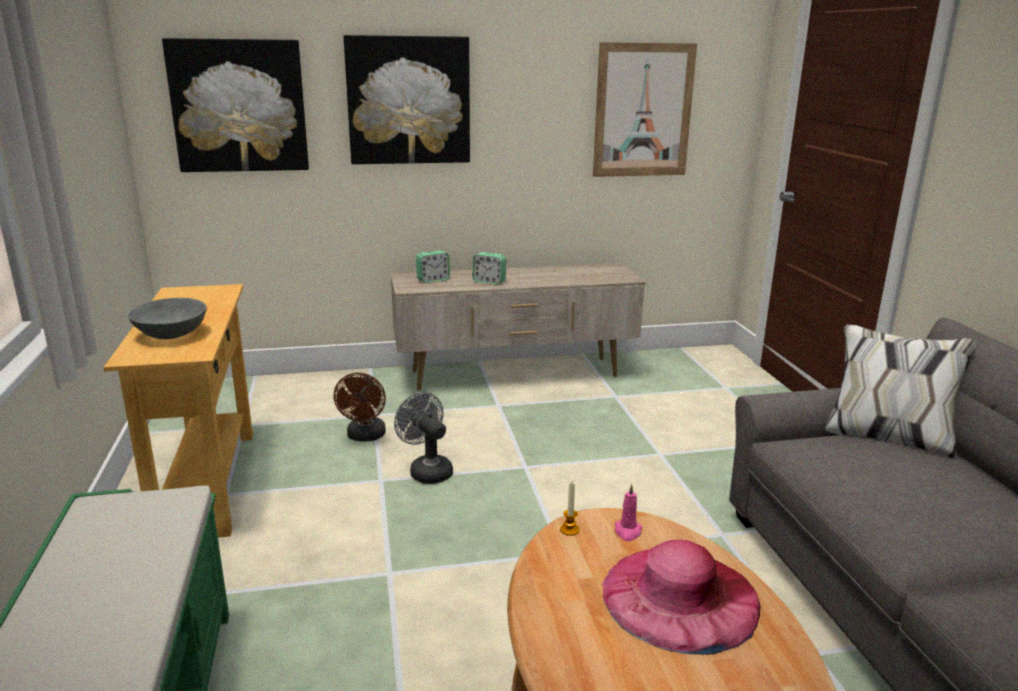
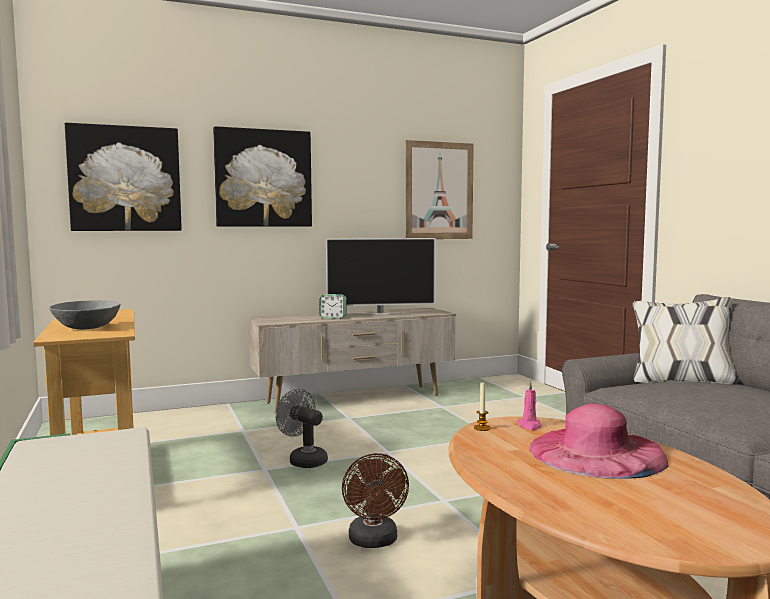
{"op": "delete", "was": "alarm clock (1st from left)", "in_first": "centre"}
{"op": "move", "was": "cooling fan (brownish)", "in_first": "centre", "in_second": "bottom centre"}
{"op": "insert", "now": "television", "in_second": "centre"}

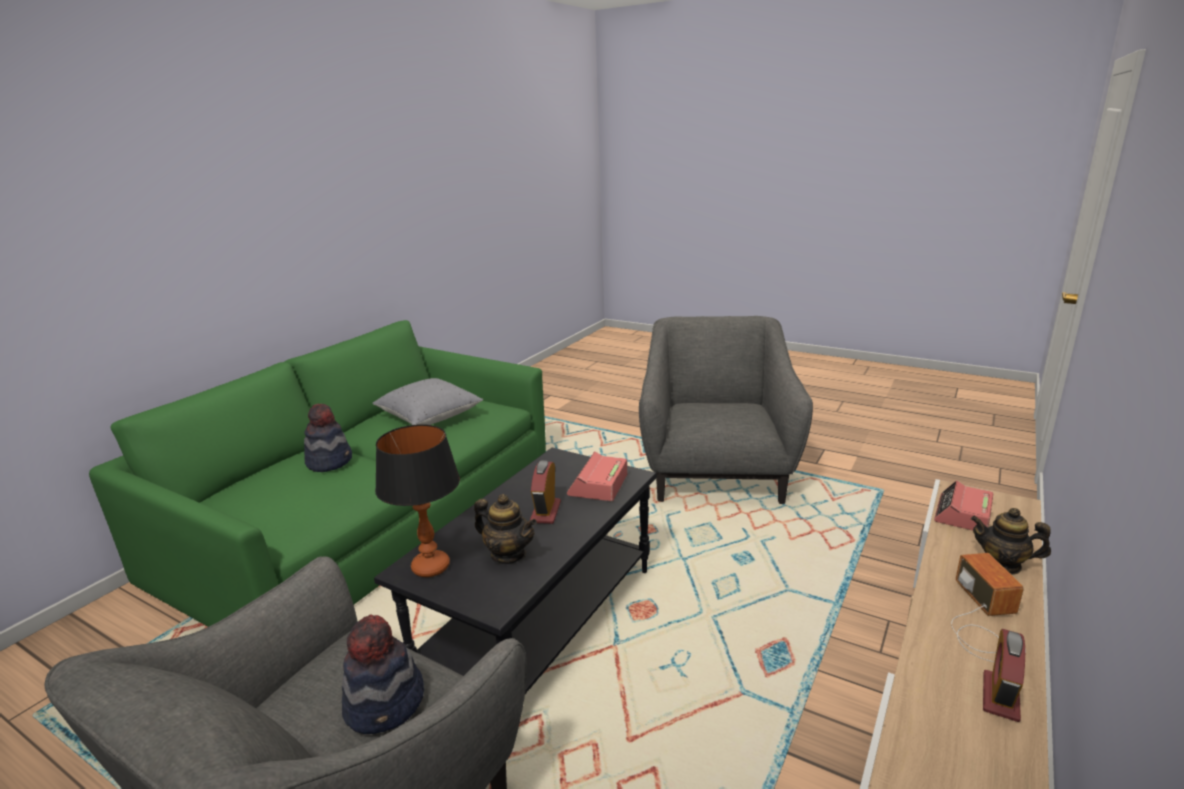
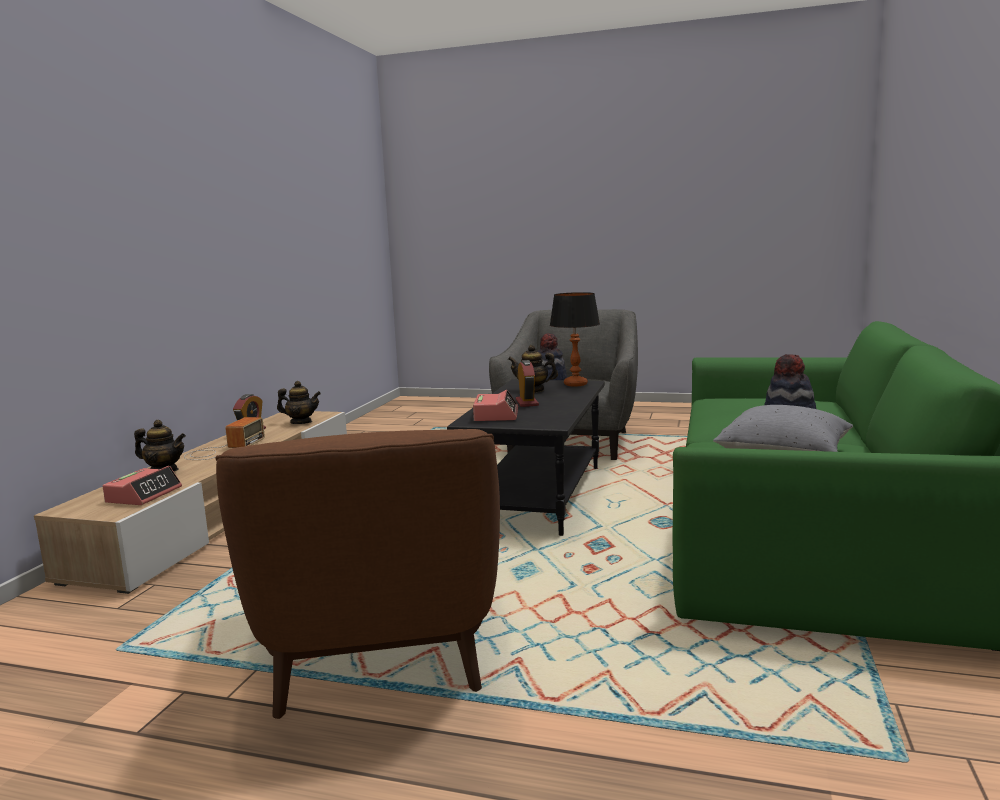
{"op": "recolor", "was": "lounge chair (gray) (2nd from left)", "now": "lounge chair (brownish)", "in_first": "centre", "in_second": "bottom centre"}
{"op": "rotate", "was": "radio set", "in_first": "bottom right", "in_second": "middle left", "clockwise": -150}
{"op": "insert", "now": "pot for tea (2nd from left)", "in_second": "middle left"}

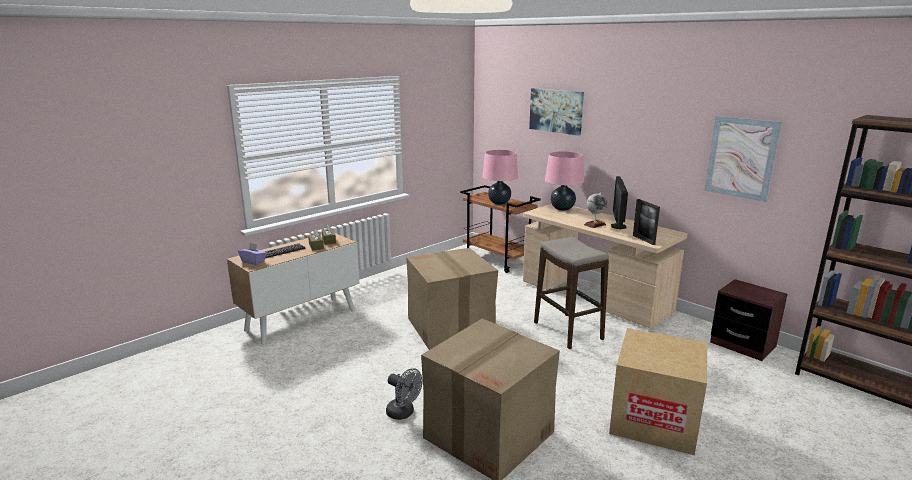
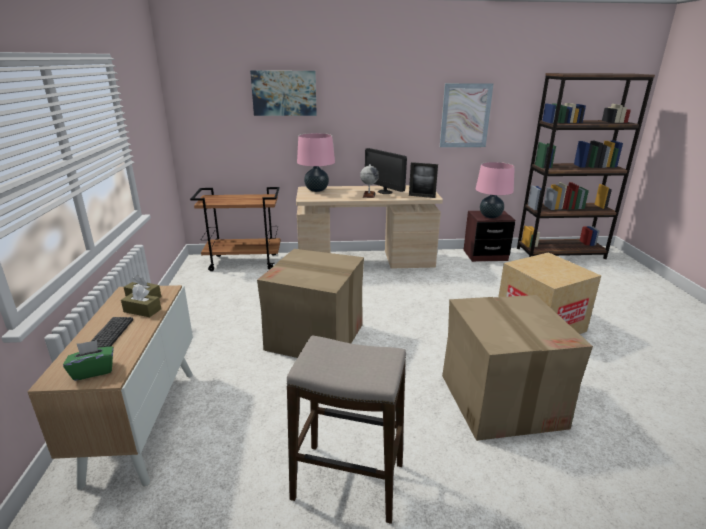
{"op": "move", "was": "lamp for a table (pink-coloured) (1st from left in the first image)", "now": "lamp for a table (pink-coloured) (2nd from left)", "in_first": "centre", "in_second": "middle right"}
{"op": "move", "was": "stool", "in_first": "centre", "in_second": "bottom centre"}
{"op": "recolor", "was": "box of tissues (purple)", "now": "box of tissues (green-coloured)", "in_first": "middle left", "in_second": "bottom left"}
{"op": "delete", "was": "cooling fan (gray)", "in_first": "bottom centre"}

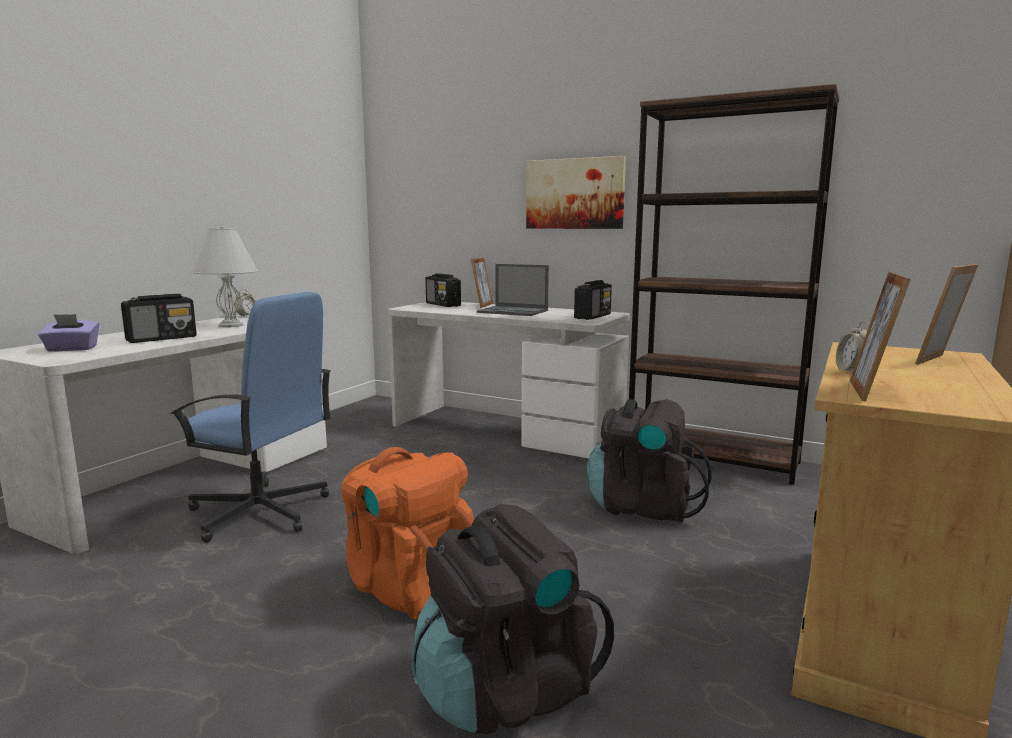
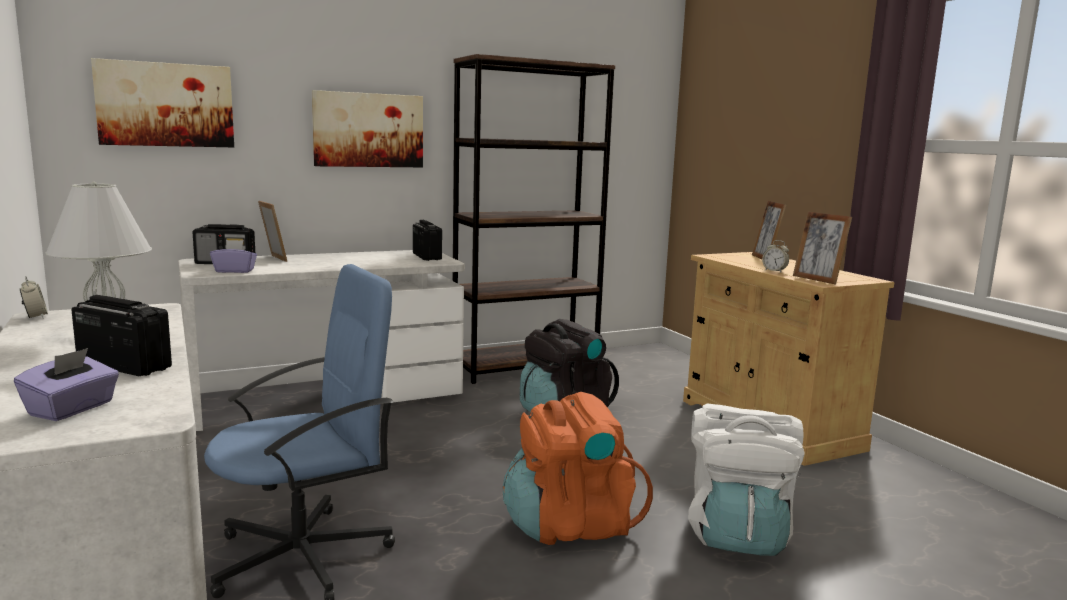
{"op": "delete", "was": "laptop", "in_first": "centre"}
{"op": "rotate", "was": "radio set (1st from left)", "in_first": "middle left", "in_second": "middle left", "clockwise": -60}
{"op": "recolor", "was": "rucksack (blackish) (1st from left)", "now": "rucksack (whitish)", "in_first": "bottom centre", "in_second": "bottom right"}
{"op": "insert", "now": "wall art (1st from left)", "in_second": "top left"}
{"op": "insert", "now": "box of tissues (purple) (2nd from left)", "in_second": "middle left"}

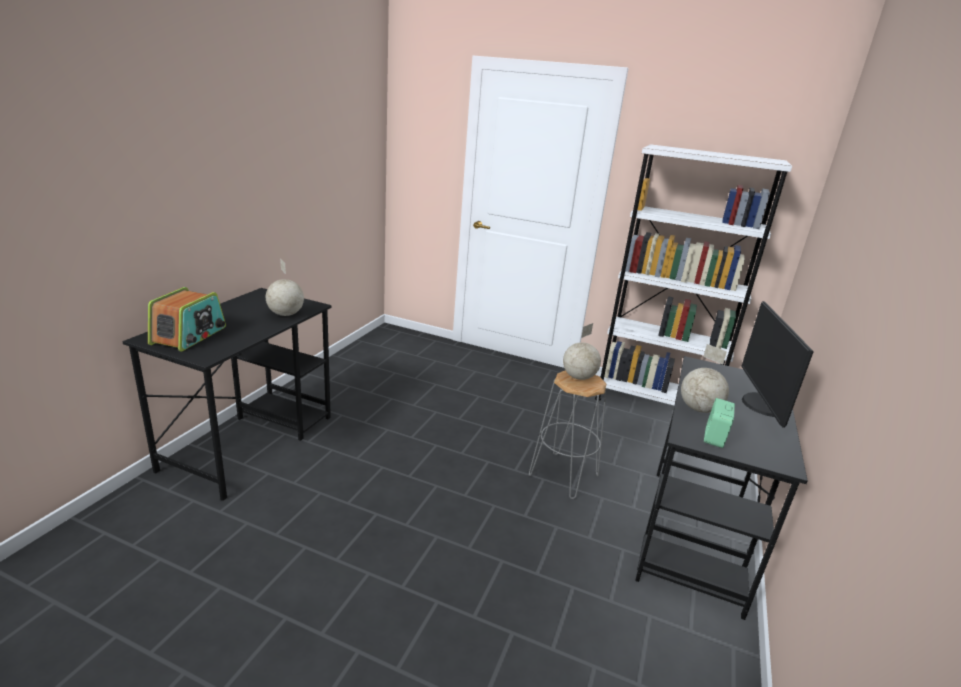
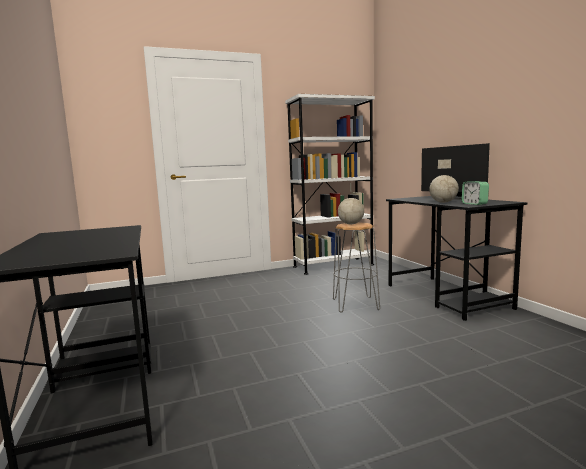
{"op": "delete", "was": "globe (1st from left)", "in_first": "middle left"}
{"op": "delete", "was": "radio set", "in_first": "middle left"}

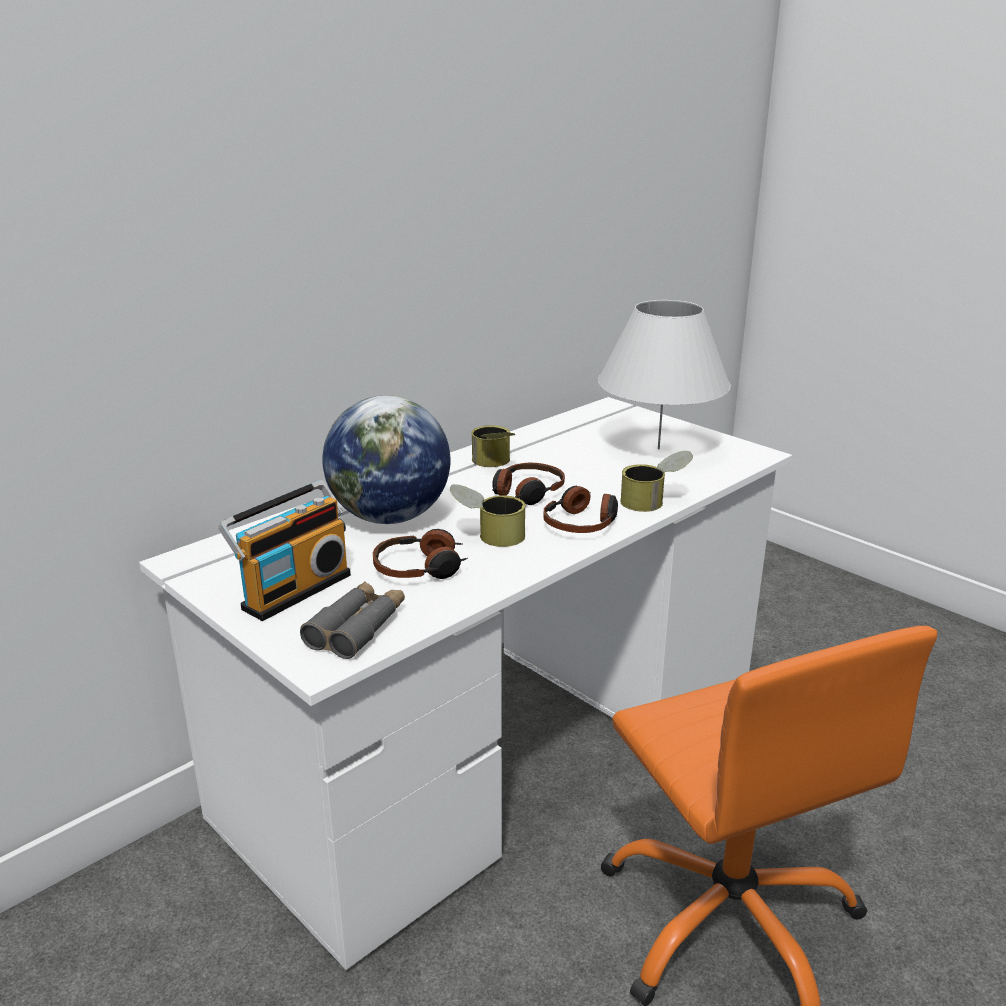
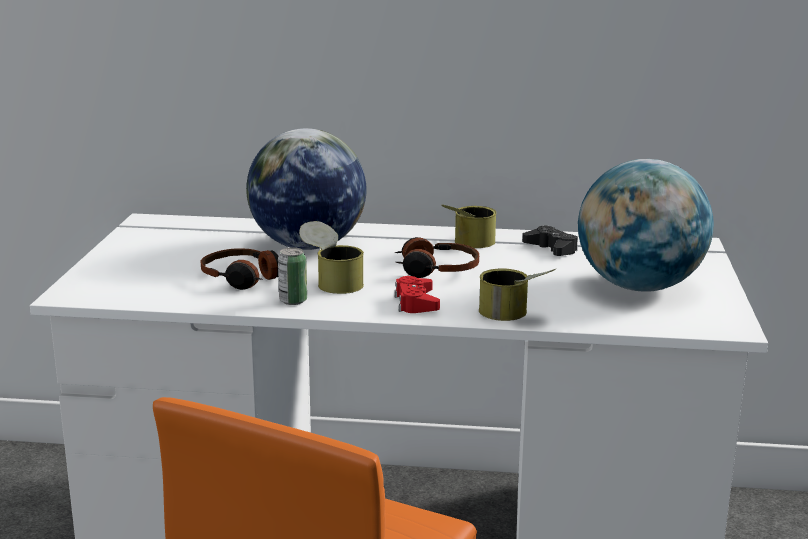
{"op": "replace", "was": "lamp for a table (whitish)", "now": "globe (2nd from left)", "in_first": "centre", "in_second": "middle right"}
{"op": "delete", "was": "radio set", "in_first": "middle left"}
{"op": "replace", "was": "headphones (3rd from left)", "now": "gamepad (red)", "in_first": "centre", "in_second": "centre"}
{"op": "delete", "was": "binoculars (gray)", "in_first": "centre"}
{"op": "insert", "now": "gamepad (blackish)", "in_second": "middle right"}
{"op": "insert", "now": "metal can (1st from left)", "in_second": "centre"}

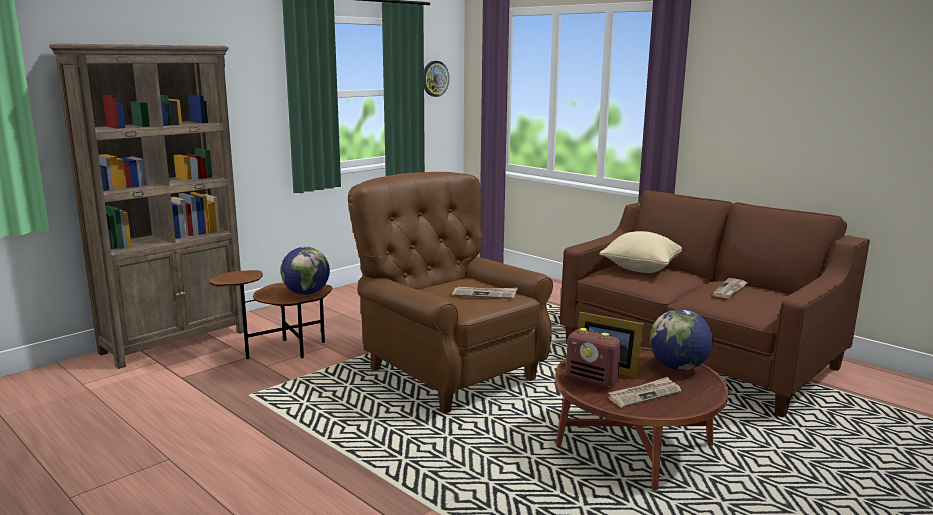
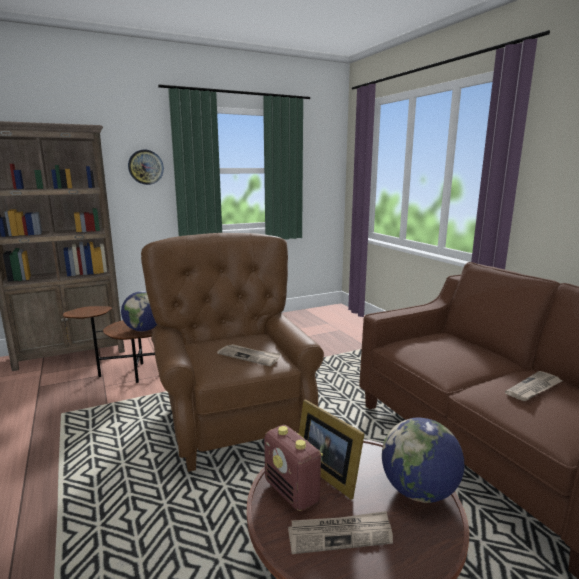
{"op": "move", "was": "clock on the wall", "in_first": "top centre", "in_second": "top left"}
{"op": "delete", "was": "cushion (beige)", "in_first": "middle right"}

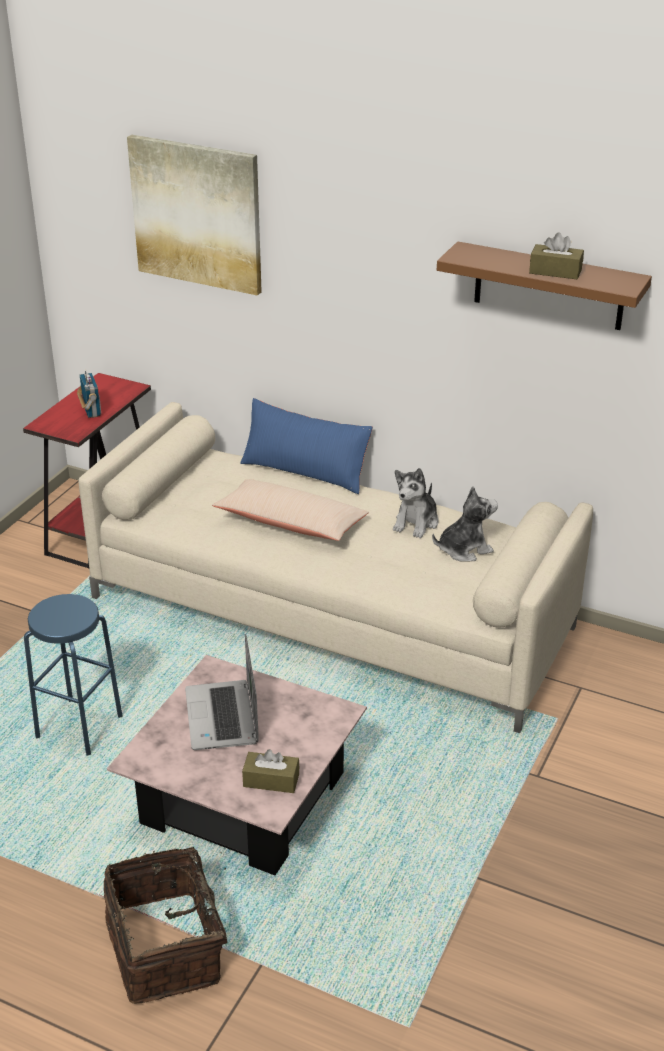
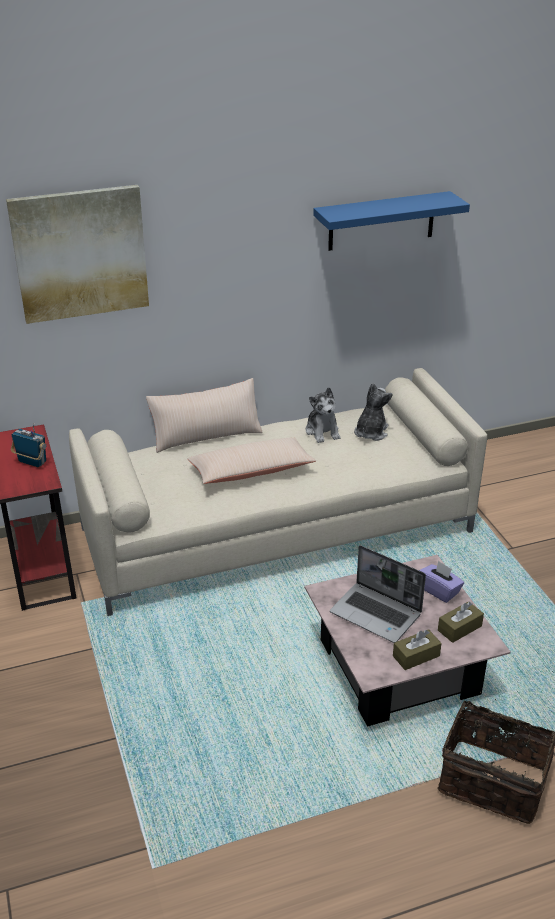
{"op": "move", "was": "box of tissues (brownish) (2nd from left in the first image)", "now": "box of tissues (brownish) (1st from left)", "in_first": "top right", "in_second": "bottom right"}
{"op": "recolor", "was": "shelf (brownish)", "now": "shelf (blue-coloured)", "in_first": "top right", "in_second": "top right"}
{"op": "recolor", "was": "cushion (blue-coloured)", "now": "cushion (beige) (1st from left)", "in_first": "centre", "in_second": "centre"}
{"op": "delete", "was": "stool (blue-coloured)", "in_first": "middle left"}
{"op": "insert", "now": "box of tissues (purple)", "in_second": "middle right"}

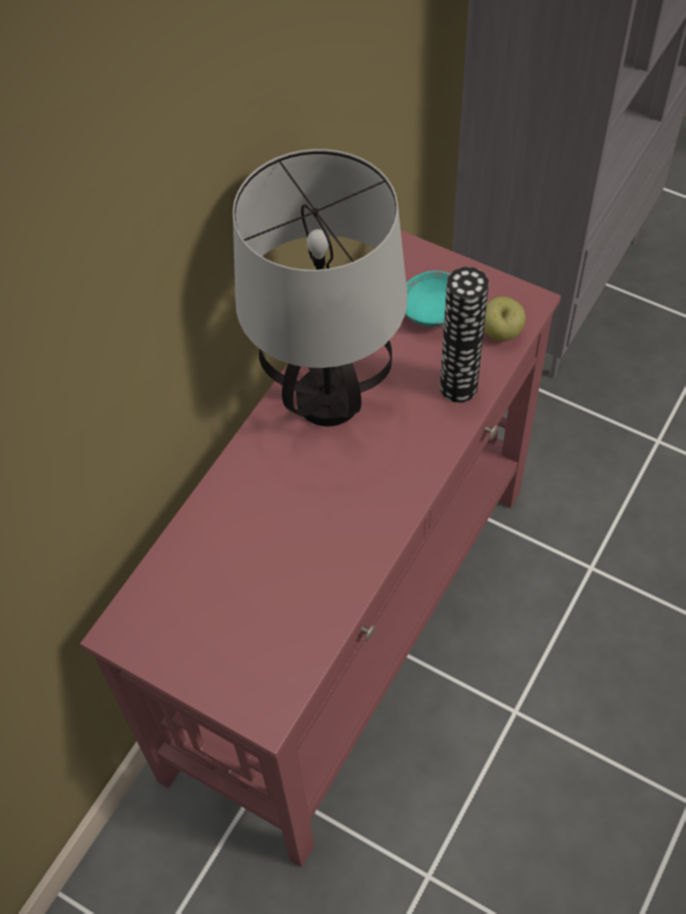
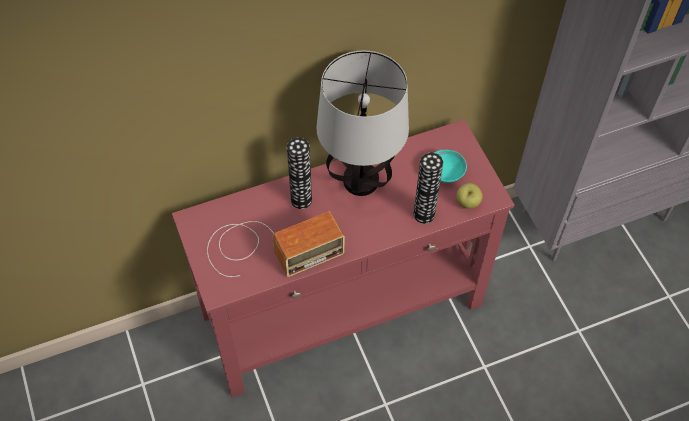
{"op": "insert", "now": "flower vase (1st from left)", "in_second": "centre"}
{"op": "insert", "now": "radio set", "in_second": "centre"}

